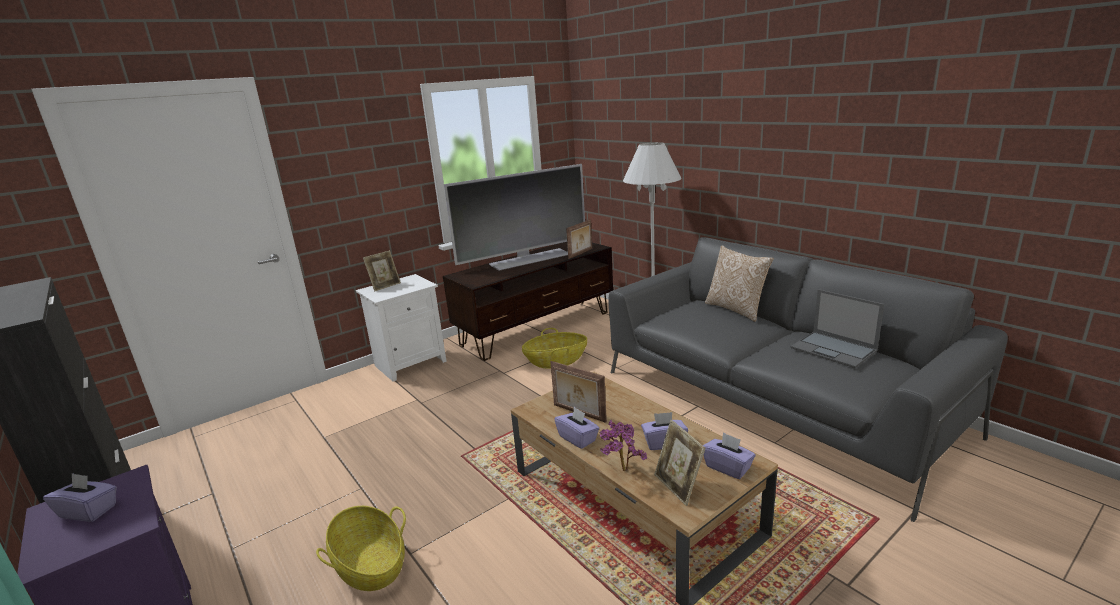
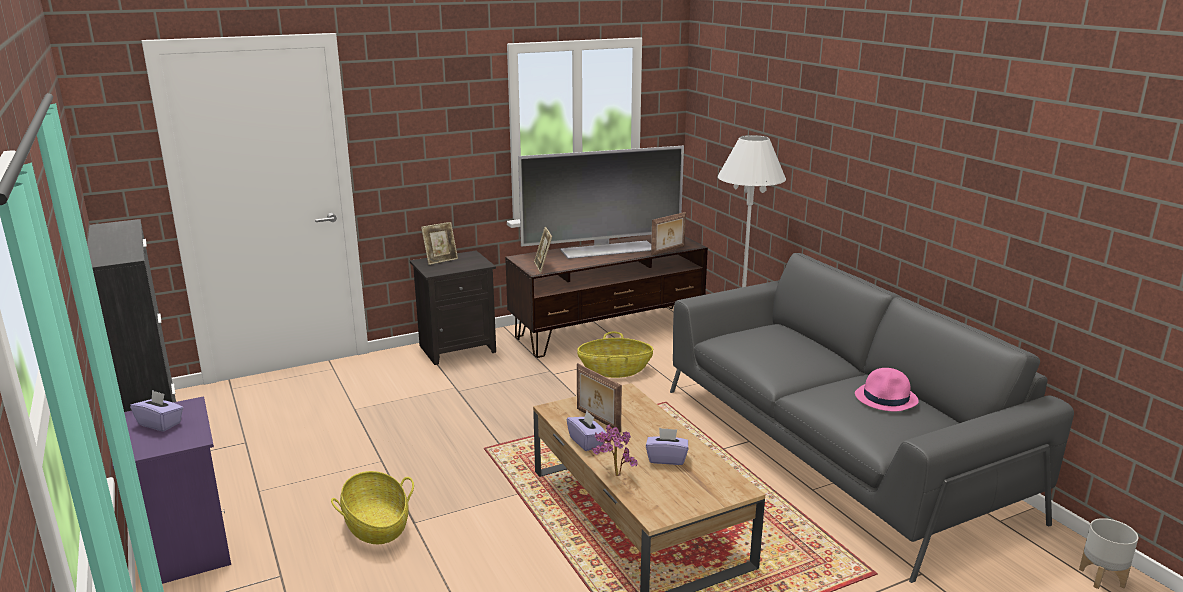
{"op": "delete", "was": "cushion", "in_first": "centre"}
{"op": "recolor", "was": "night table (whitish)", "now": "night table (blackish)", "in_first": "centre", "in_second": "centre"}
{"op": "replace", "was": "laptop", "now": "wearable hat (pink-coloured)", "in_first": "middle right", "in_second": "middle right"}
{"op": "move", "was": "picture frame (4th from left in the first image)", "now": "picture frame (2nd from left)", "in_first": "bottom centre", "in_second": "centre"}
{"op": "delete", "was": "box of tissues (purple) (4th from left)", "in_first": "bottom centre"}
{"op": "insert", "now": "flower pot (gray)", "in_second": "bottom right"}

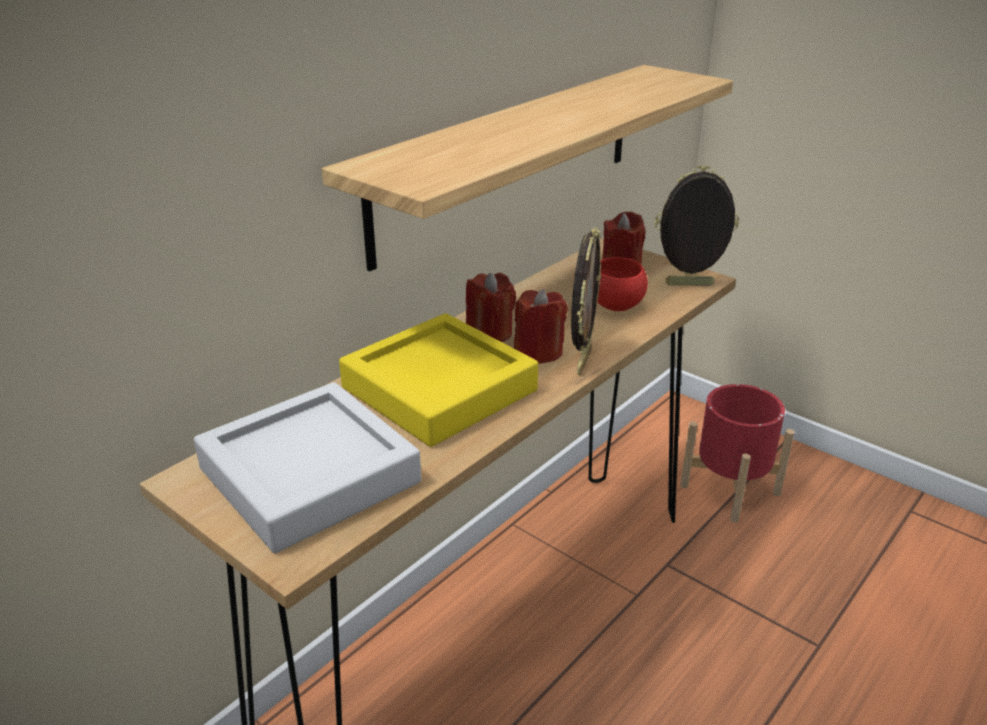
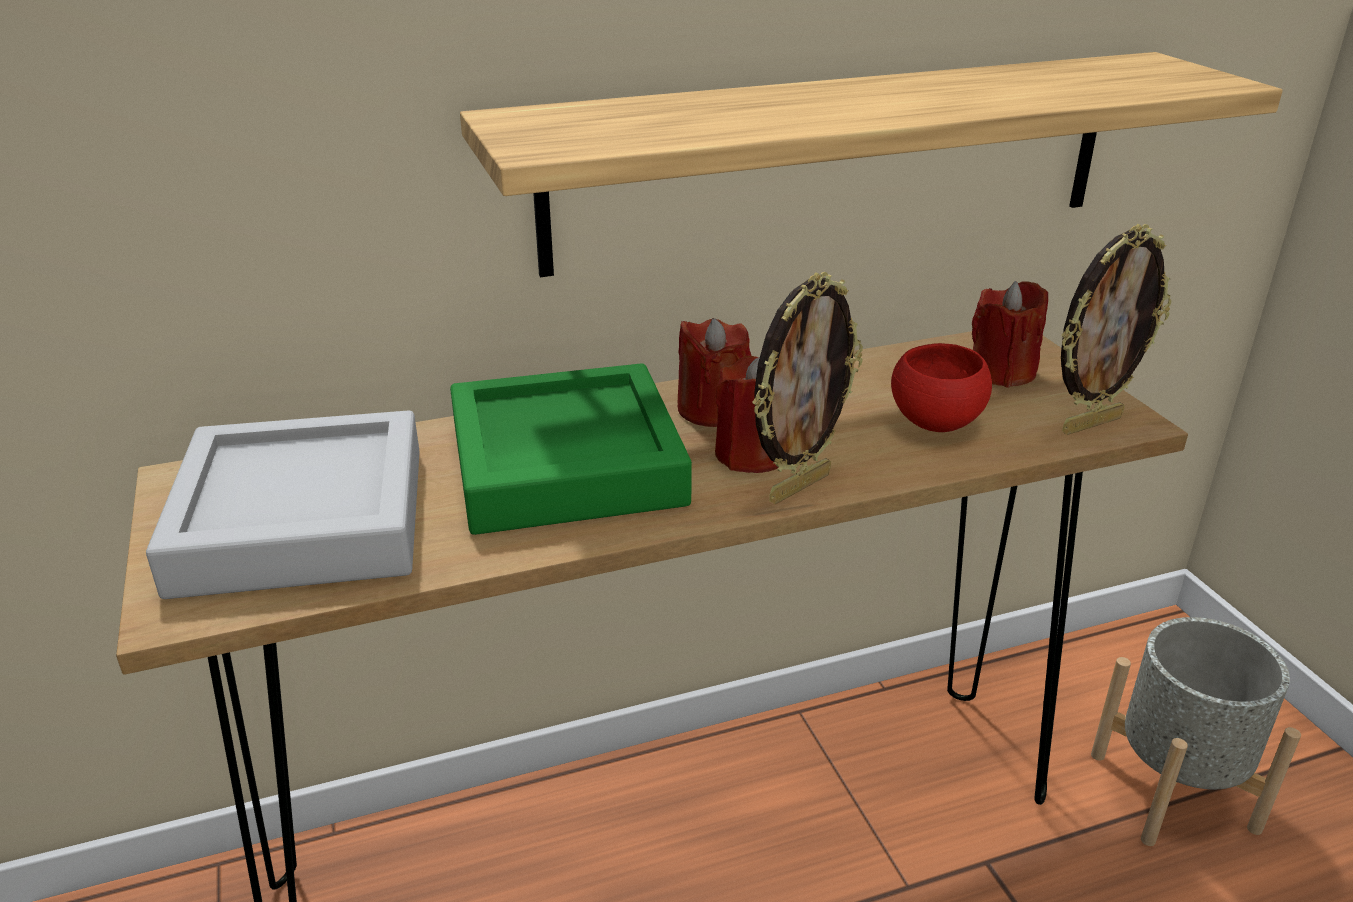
{"op": "rotate", "was": "picture frame (2nd from left)", "in_first": "top right", "in_second": "middle right", "clockwise": 120}
{"op": "recolor", "was": "serving tray (yellowish)", "now": "serving tray (green-coloured)", "in_first": "centre", "in_second": "centre"}
{"op": "recolor", "was": "flower pot (red)", "now": "flower pot (gray)", "in_first": "middle right", "in_second": "bottom right"}

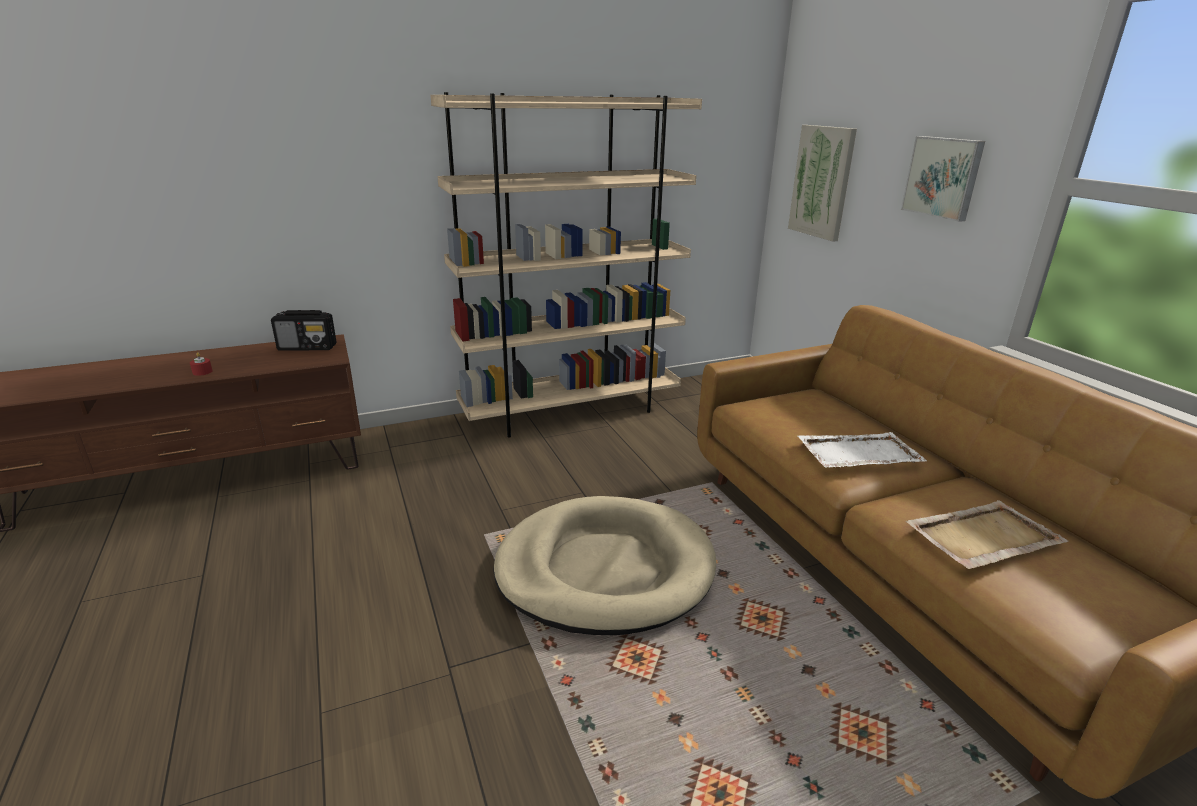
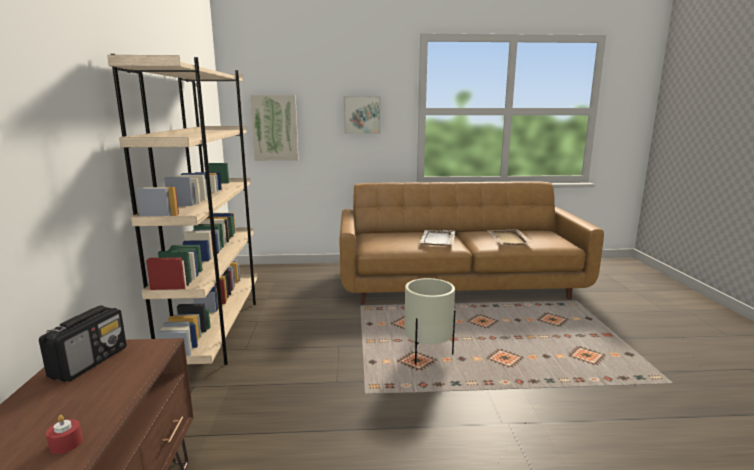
{"op": "replace", "was": "dog cushion (beige)", "now": "flower pot (beige)", "in_first": "bottom centre", "in_second": "bottom centre"}

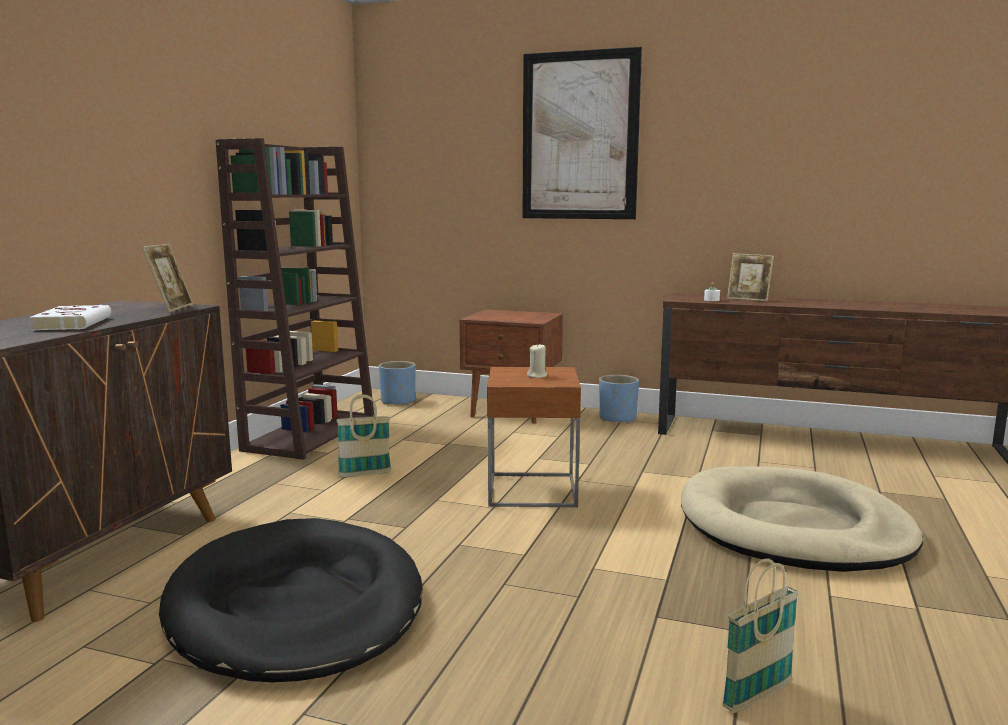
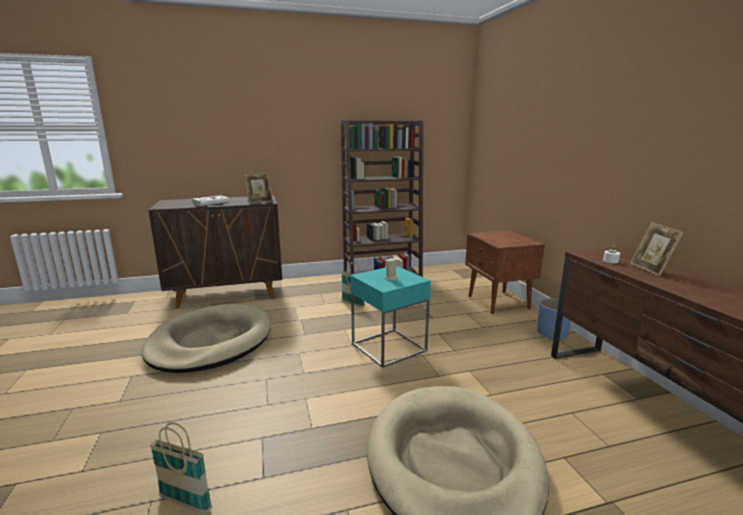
{"op": "delete", "was": "wall art", "in_first": "top centre"}
{"op": "delete", "was": "flower pot (blue-coloured) (1st from left)", "in_first": "centre"}
{"op": "recolor", "was": "end table (brownish)", "now": "end table (turquoise)", "in_first": "centre", "in_second": "centre"}
{"op": "recolor", "was": "dog cushion (blackish)", "now": "dog cushion (beige) (1st from left)", "in_first": "bottom left", "in_second": "middle left"}

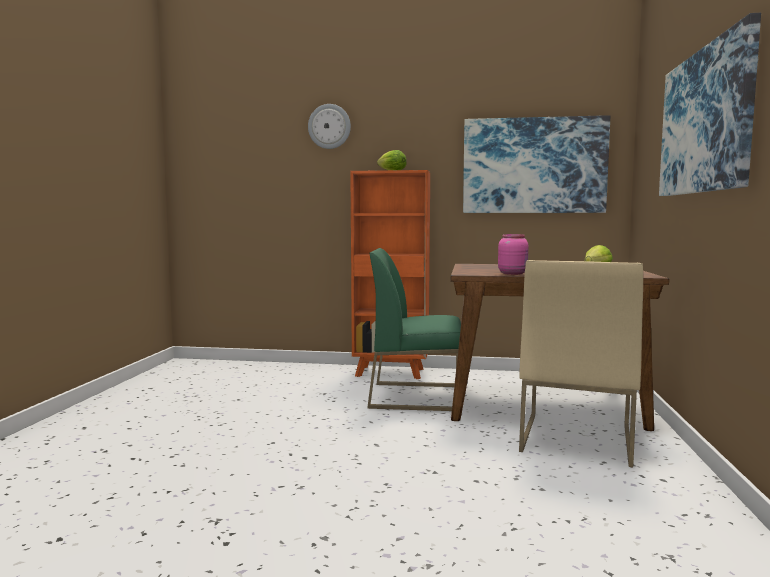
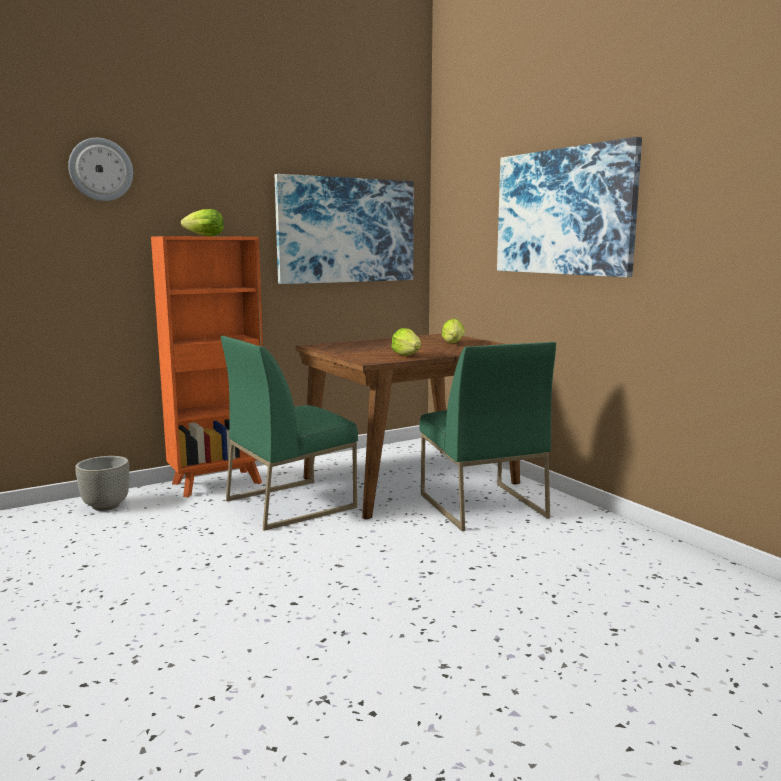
{"op": "replace", "was": "storage jar (pink-coloured)", "now": "lettuce head (2nd from left)", "in_first": "centre", "in_second": "centre"}
{"op": "recolor", "was": "upright chair (beige)", "now": "upright chair (green-coloured) (2nd from left)", "in_first": "middle right", "in_second": "centre"}
{"op": "insert", "now": "flower pot (gray)", "in_second": "middle left"}

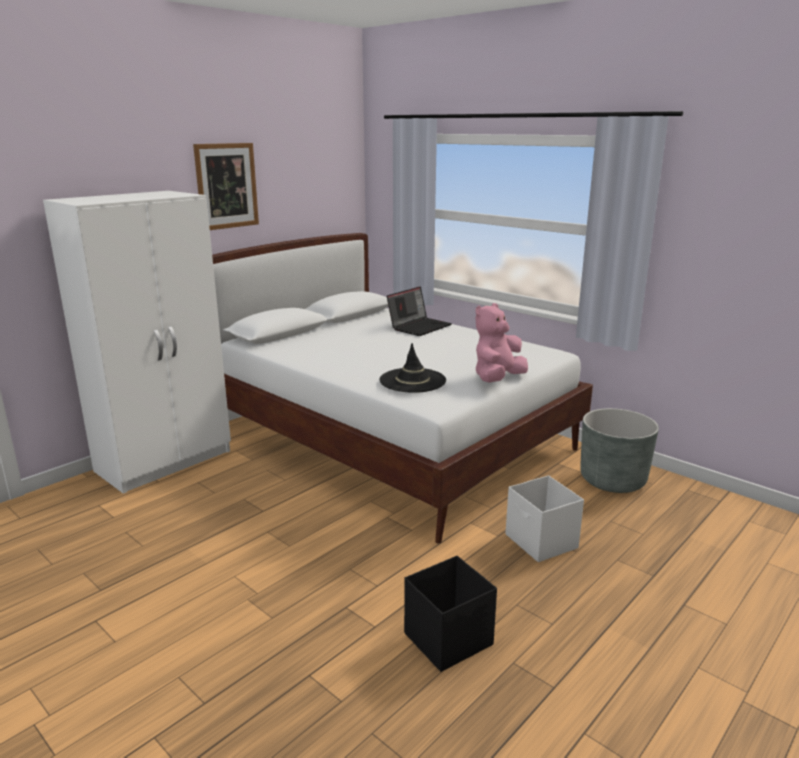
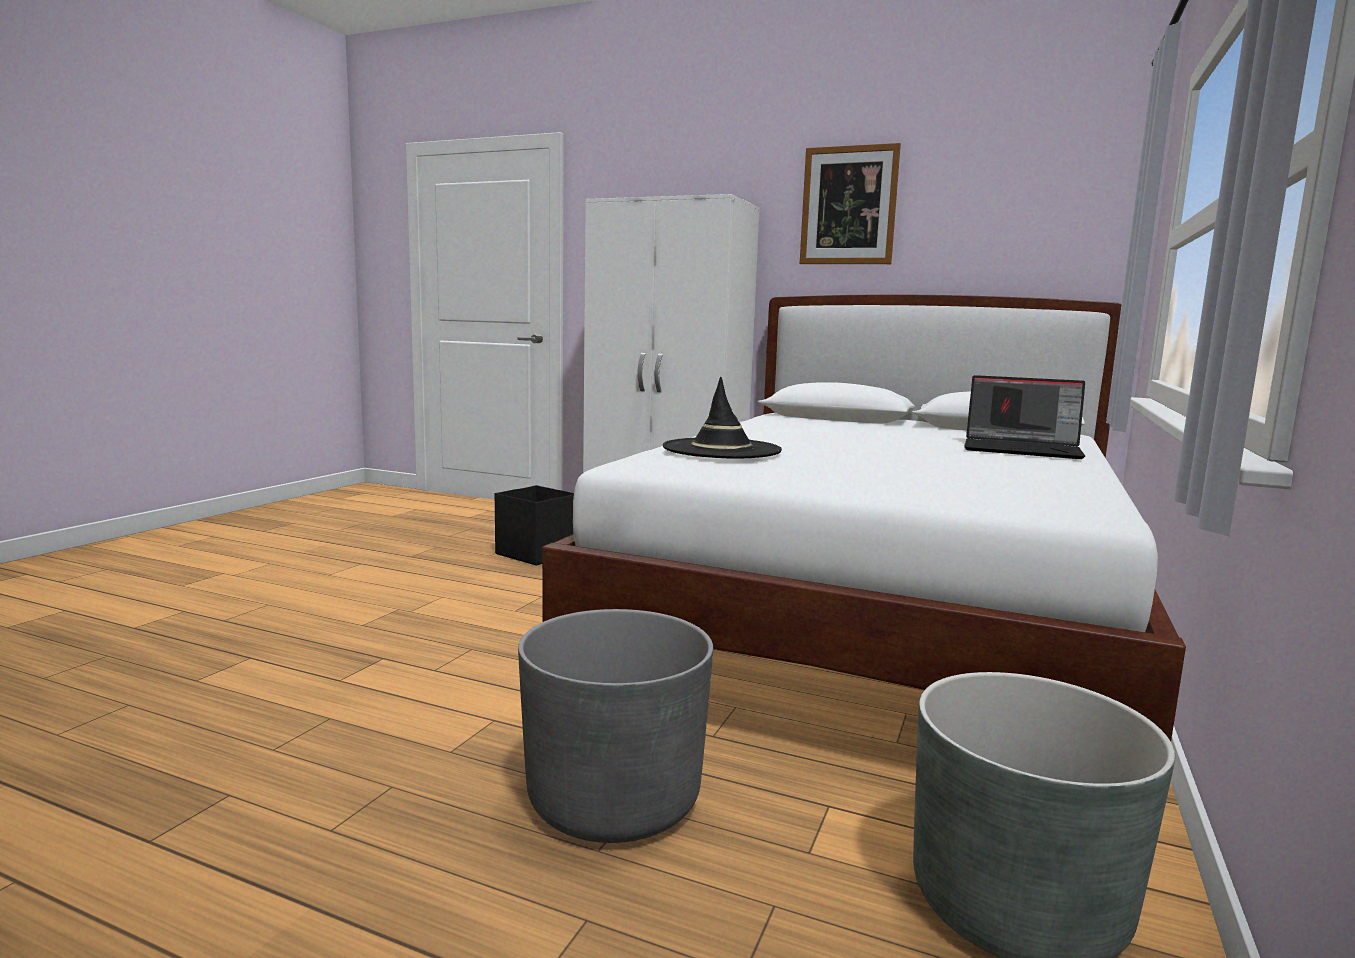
{"op": "delete", "was": "cuddly toy (pink-coloured)", "in_first": "centre"}
{"op": "replace", "was": "storage box (whitish)", "now": "flower pot (gray) (1st from left)", "in_first": "bottom right", "in_second": "bottom centre"}
{"op": "move", "was": "storage box (blackish)", "in_first": "bottom centre", "in_second": "centre"}

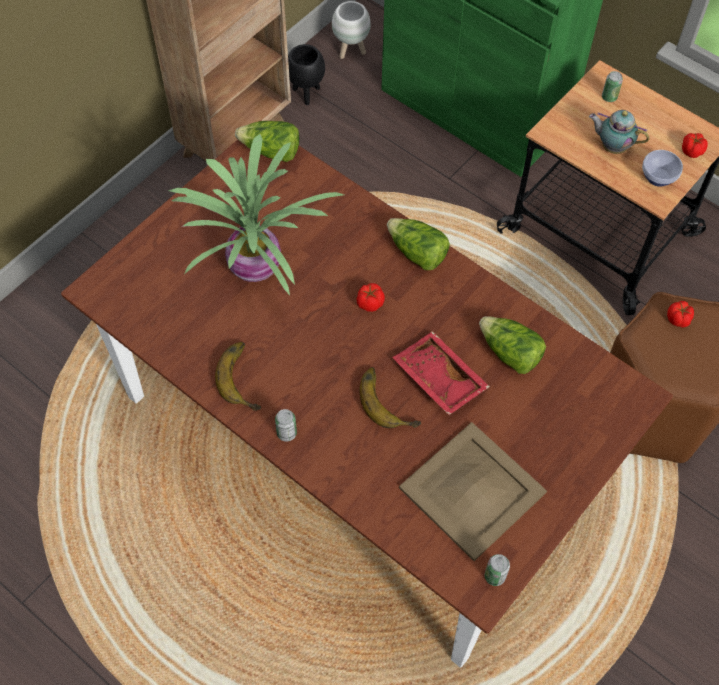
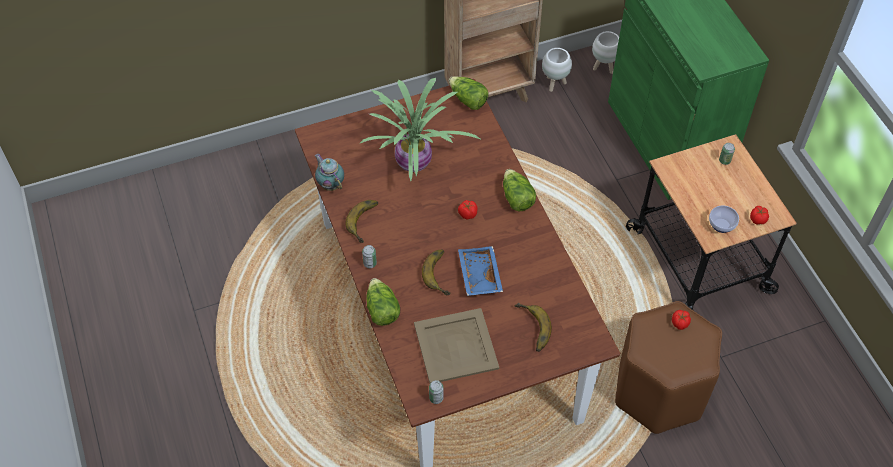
{"op": "recolor", "was": "flower pot (blackish)", "now": "flower pot (whitish) (1st from left)", "in_first": "top centre", "in_second": "top centre"}
{"op": "move", "was": "pot for tea", "in_first": "top right", "in_second": "centre"}
{"op": "move", "was": "lettuce head (3rd from left in the first image)", "now": "lettuce head (1st from left)", "in_first": "middle right", "in_second": "centre"}
{"op": "recolor", "was": "serving tray (red)", "now": "serving tray (blue-coloured)", "in_first": "centre", "in_second": "centre"}
{"op": "insert", "now": "whole banana (3rd from left)", "in_second": "bottom centre"}

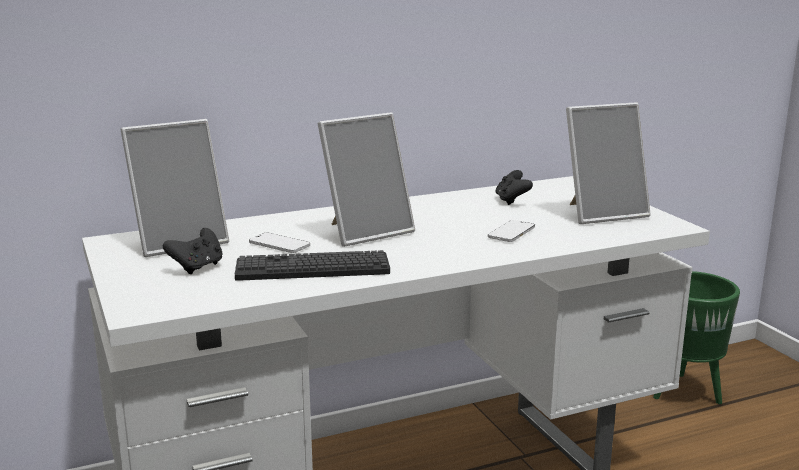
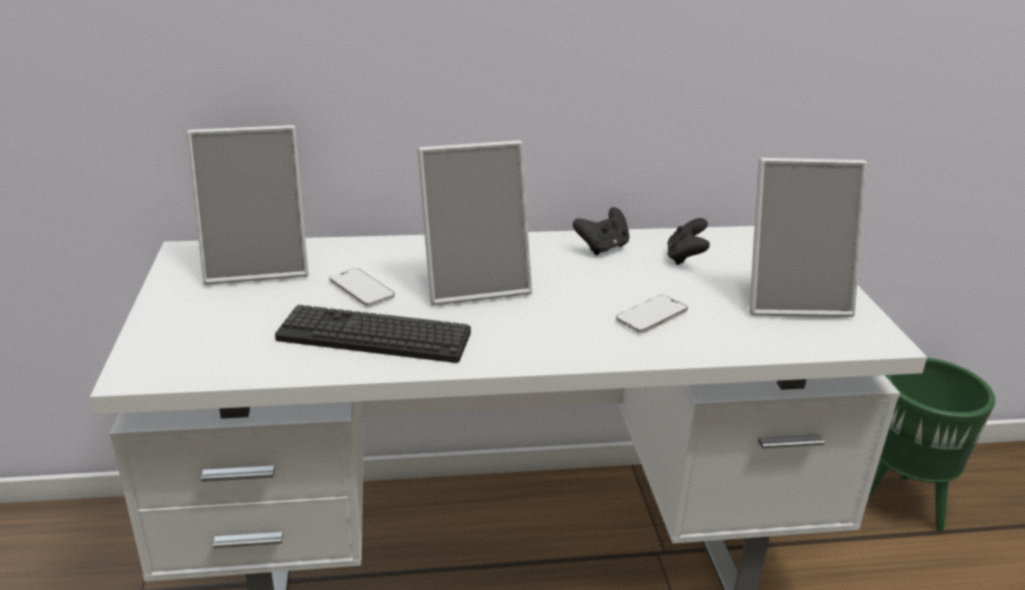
{"op": "move", "was": "gamepad (blackish) (1st from left)", "in_first": "middle left", "in_second": "centre"}

